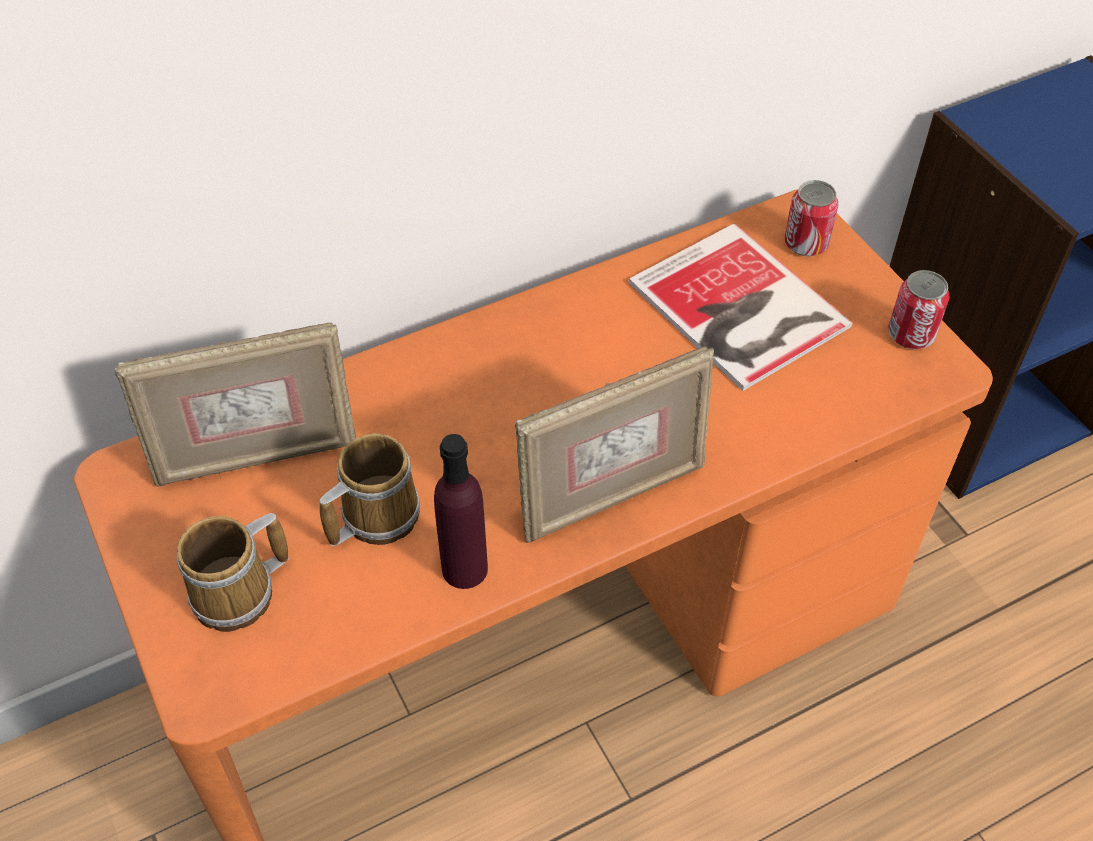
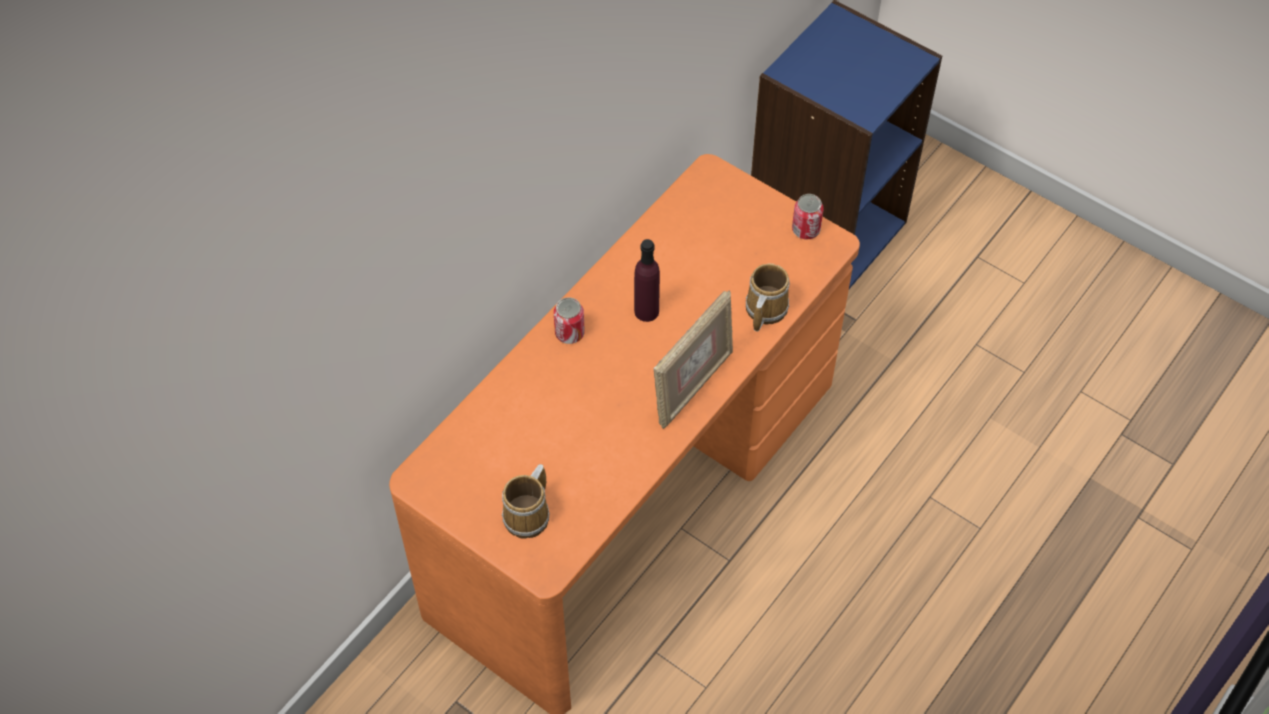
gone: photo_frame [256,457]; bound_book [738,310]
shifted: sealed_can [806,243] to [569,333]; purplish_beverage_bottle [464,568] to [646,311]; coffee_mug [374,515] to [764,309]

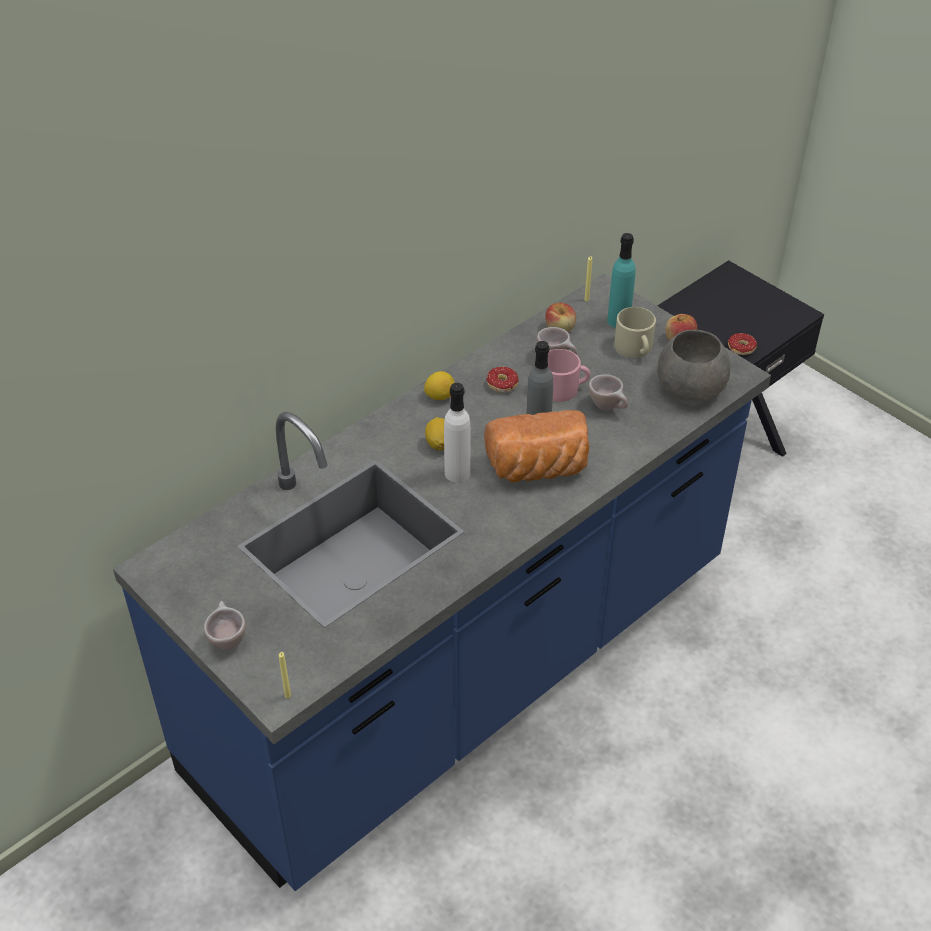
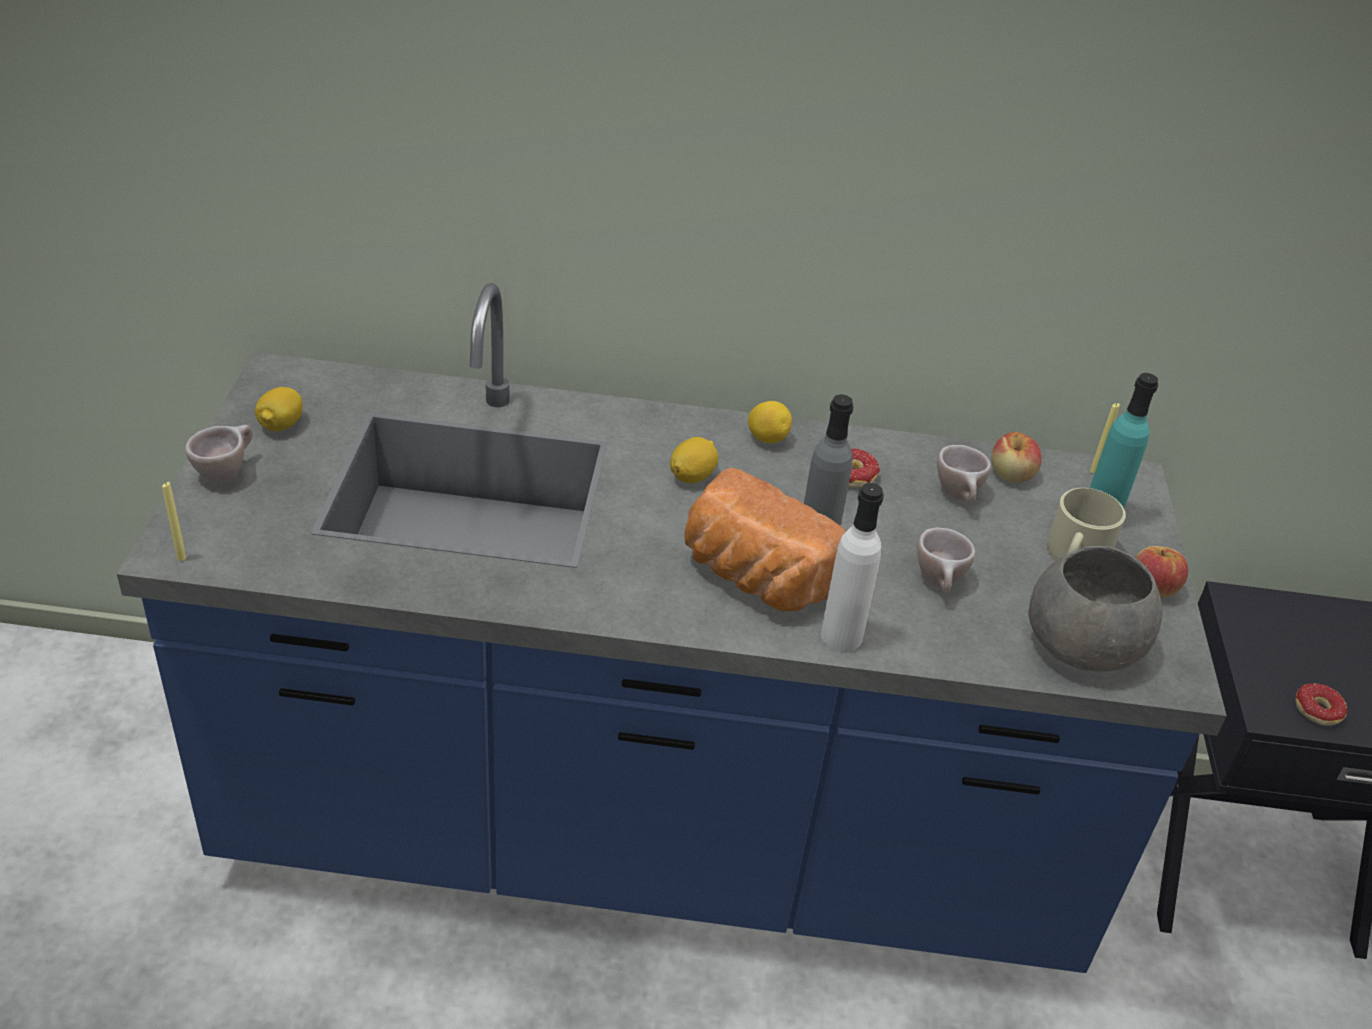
gone: pink-coloured_coffee_mug [564,388]
new: lemon [281,425]
shifted: white_beverage_bottle [457,473] to [841,636]

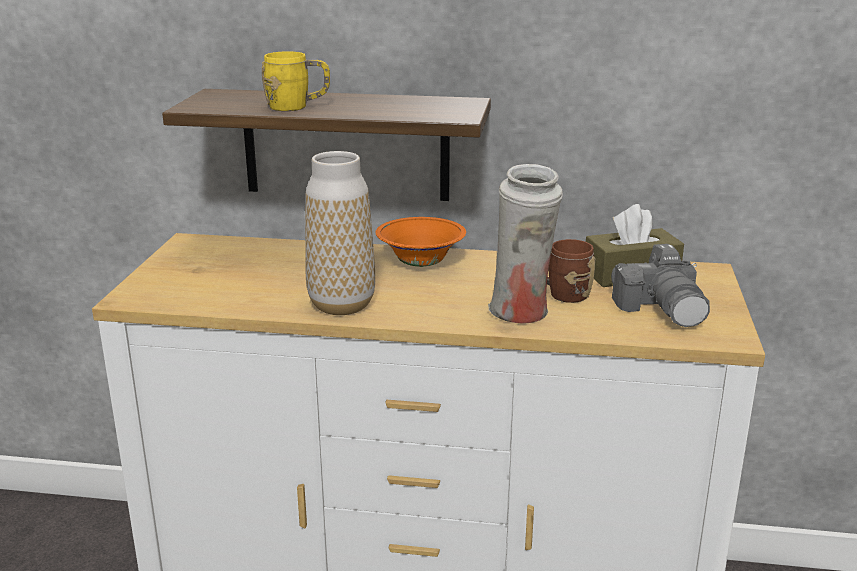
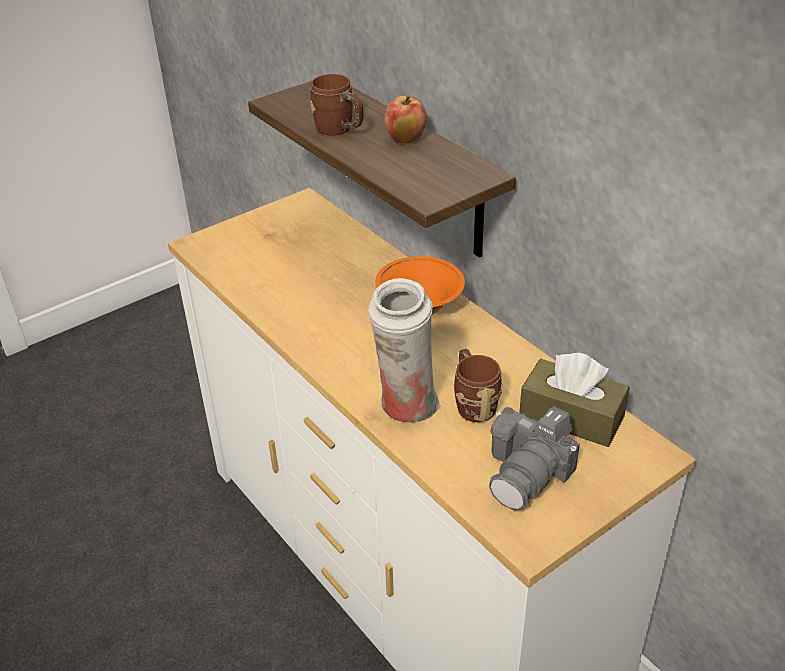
gone: vase [341,305]
new: whole_apple [405,139]
repainted: yellow-coloured_coffee_mug [297,107] to brown_coffee_mug [340,131]

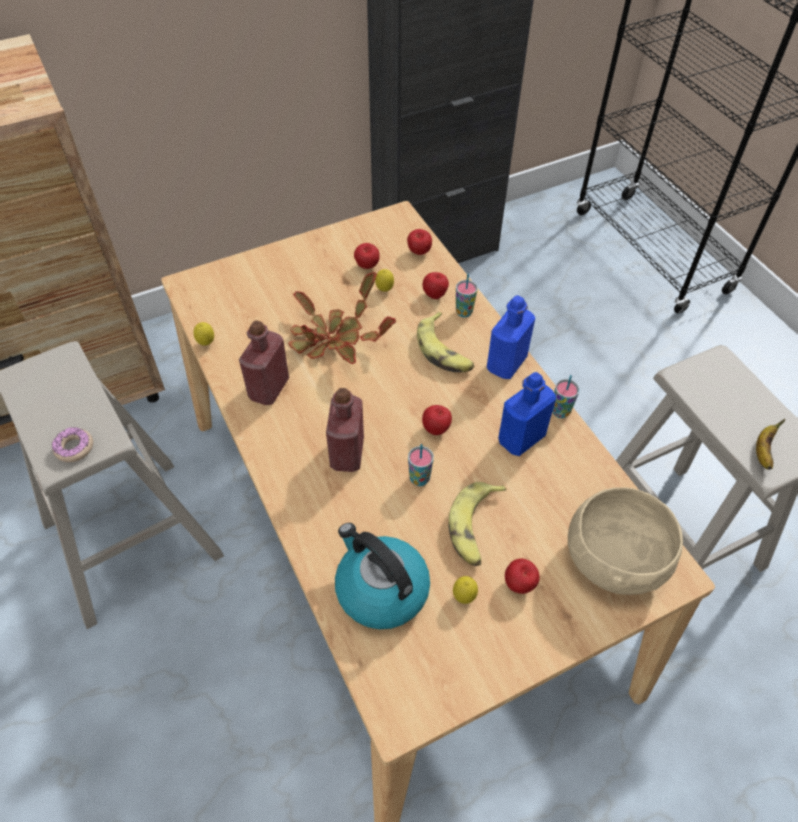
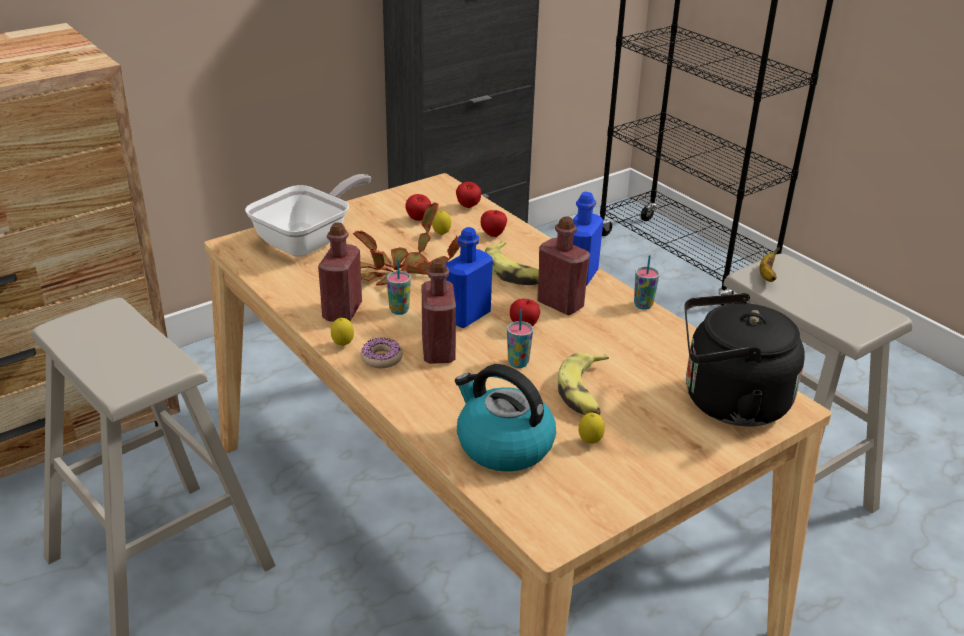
gone: whole_apple [519,585]
new: frying_pan [309,241]; red-coloured_beverage_bottle [560,304]
shifted: lemon [206,343] to [343,345]; donut [74,448] to [381,358]; small_cup [464,312] to [399,310]; blue-coloured_beverage_bottle [521,438] to [467,316]; banana [763,451] to [767,275]
swapped: sand-coloured_deep_dish [613,560] to black_tea_kettle [728,402]

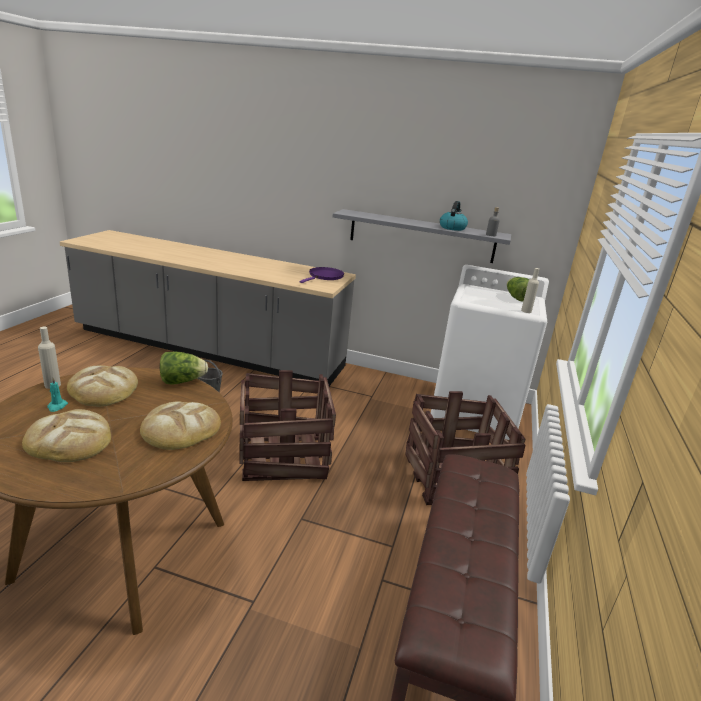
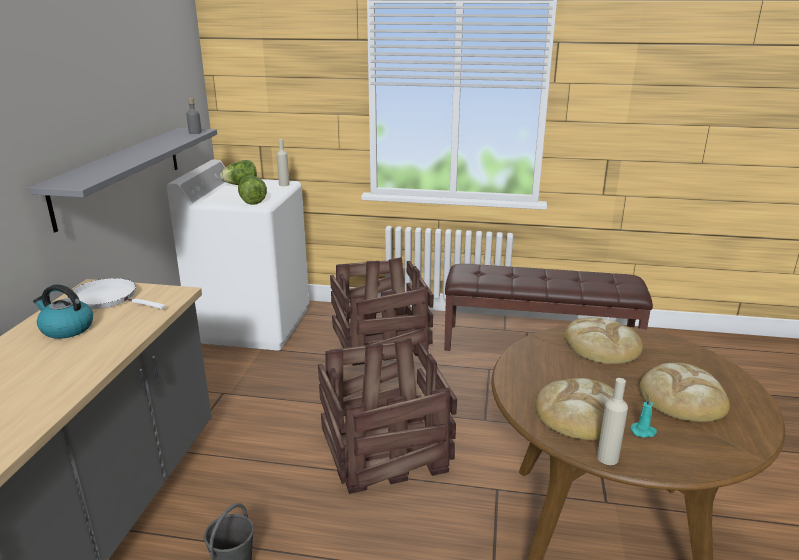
shifted: tea_kettle [452,228] to [66,329]; lettuce_head [182,381] to [252,201]
repainted: purplish_frying_pan [325,276] to white_frying_pan [108,298]

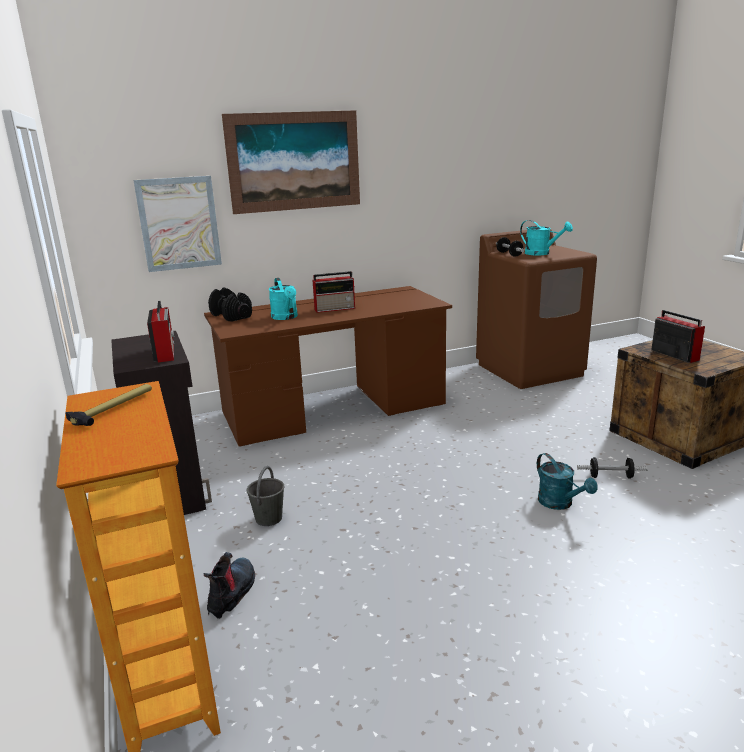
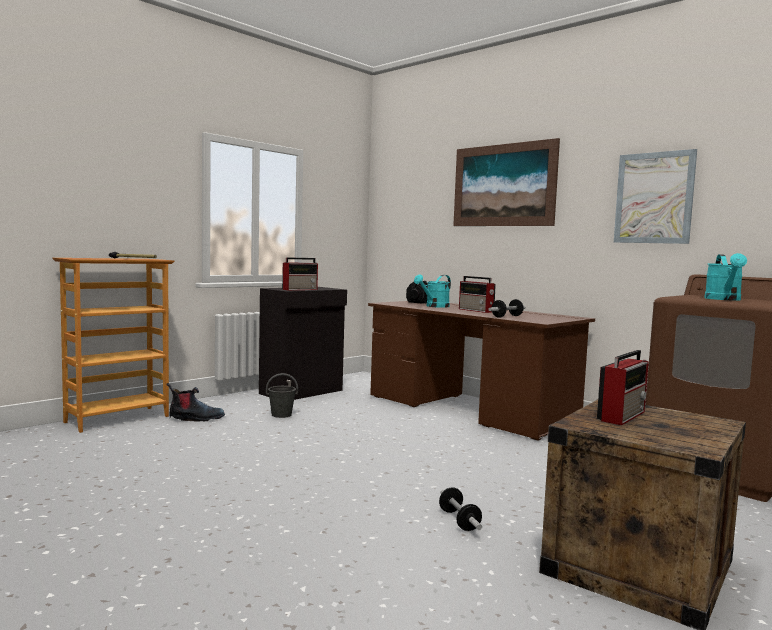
gone: turquoise-coloured_watering_can [560,503]
shifted: dumbbell [509,254] to [507,316]; picture [179,223] to [654,198]

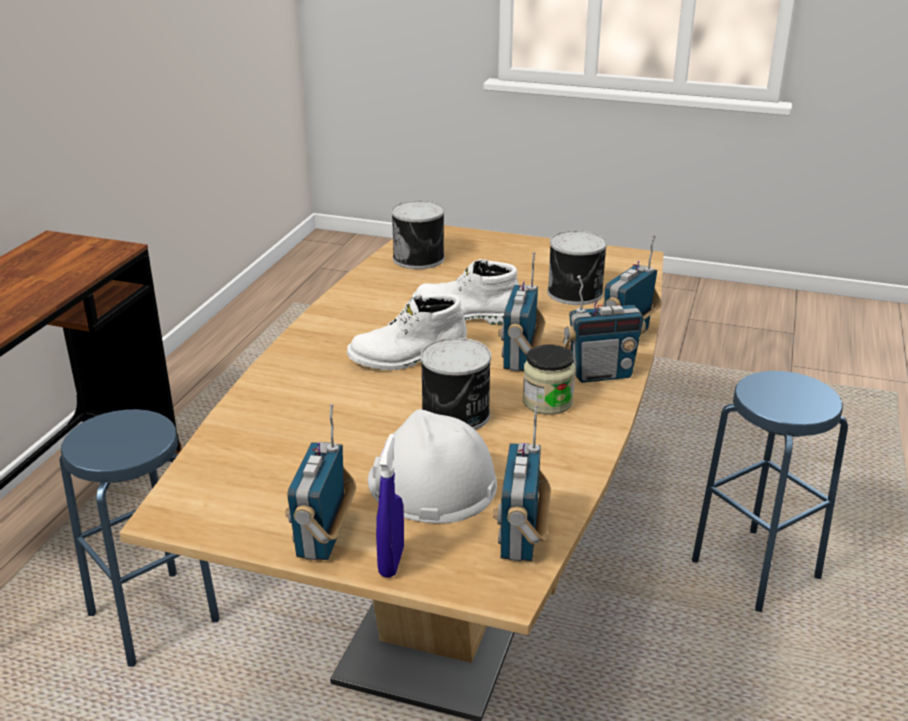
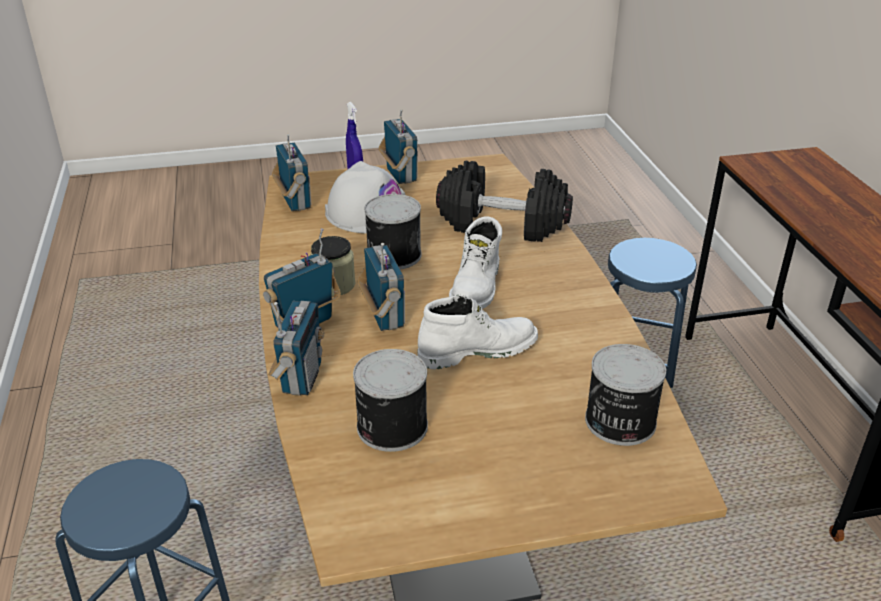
new: black_dumbbell [503,224]
rotated: white_high-top_boot [408,358] = [477,287] 150 degrees clockwise

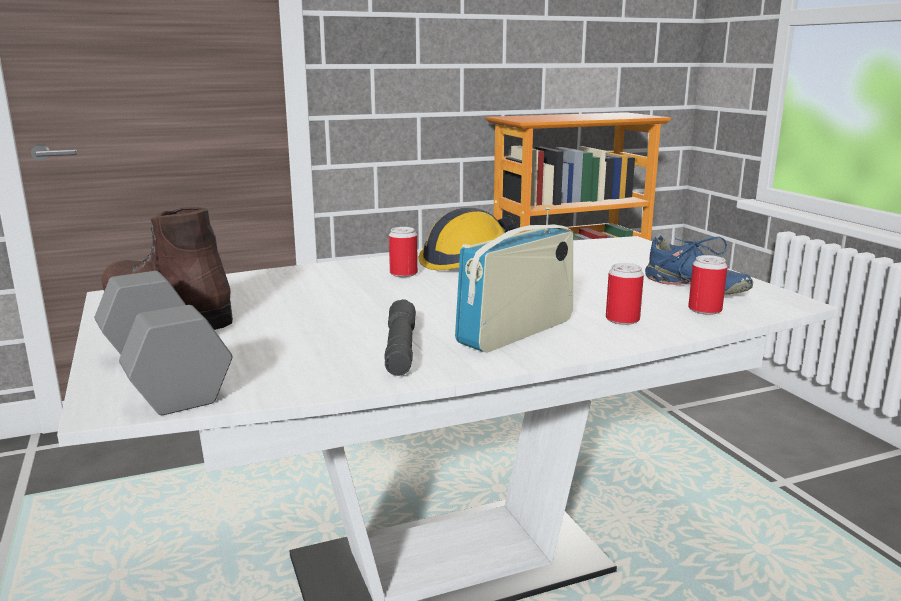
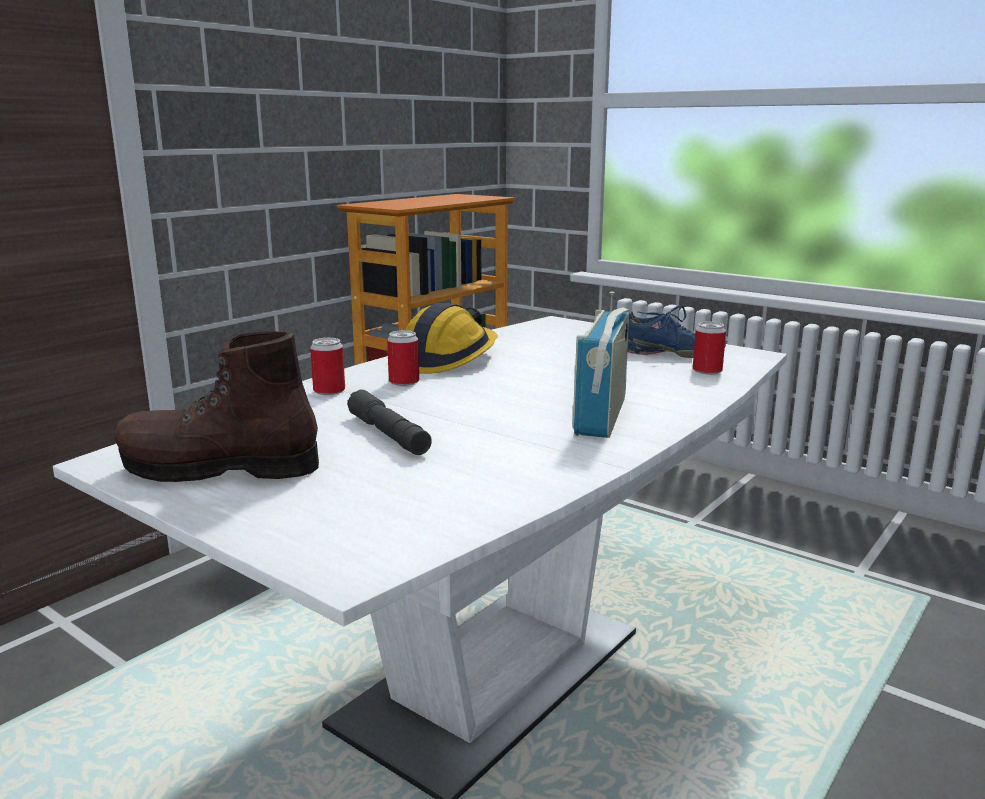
gone: gray_dumbbell [167,375]
shifted: sealed_can [622,319] to [329,391]; gray_torch [400,349] to [388,434]

